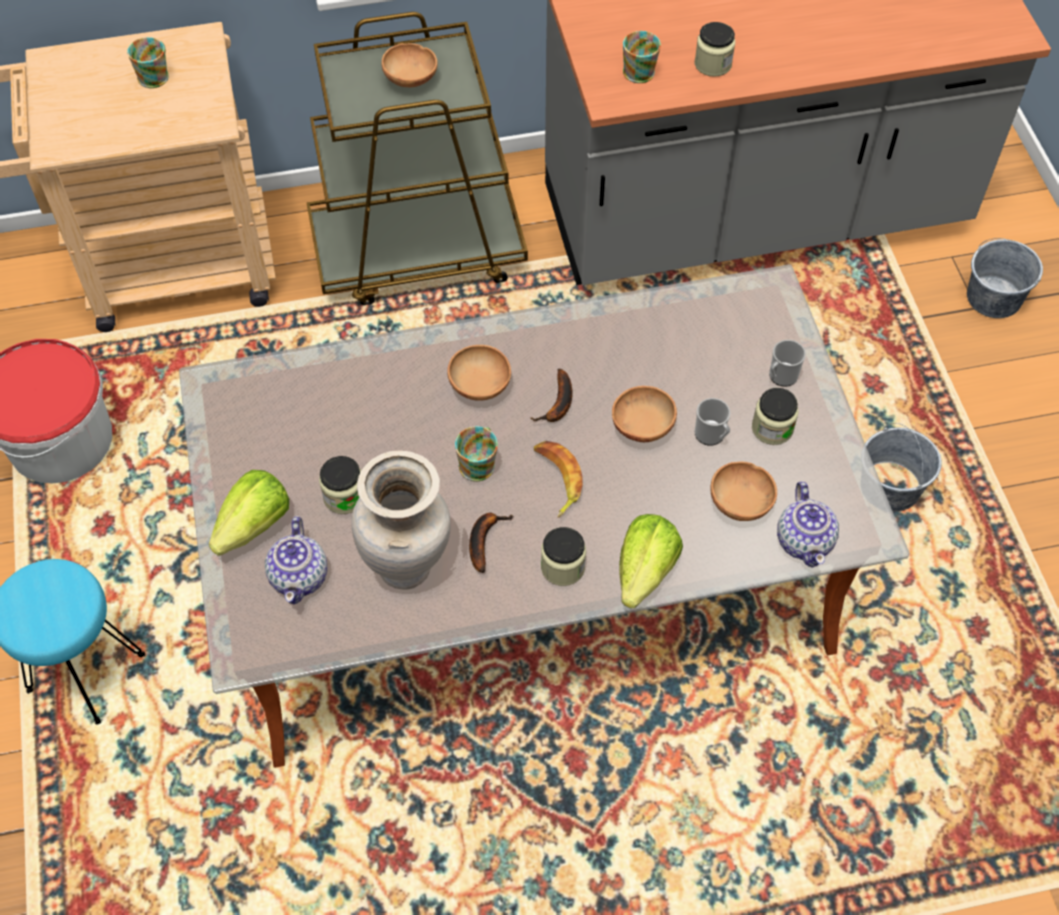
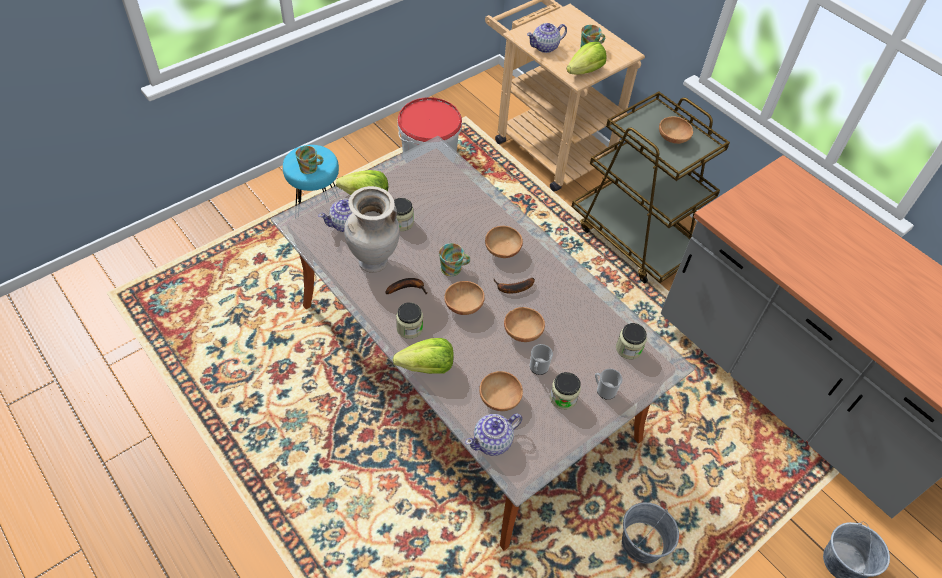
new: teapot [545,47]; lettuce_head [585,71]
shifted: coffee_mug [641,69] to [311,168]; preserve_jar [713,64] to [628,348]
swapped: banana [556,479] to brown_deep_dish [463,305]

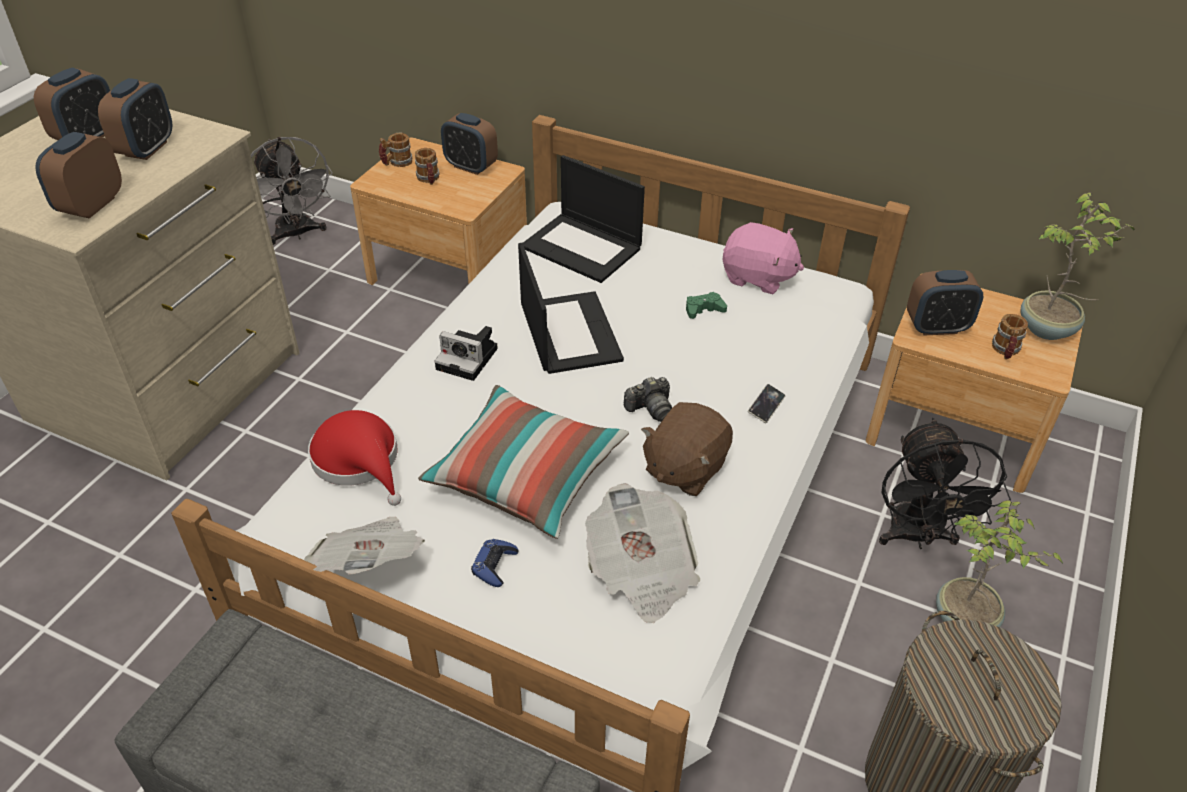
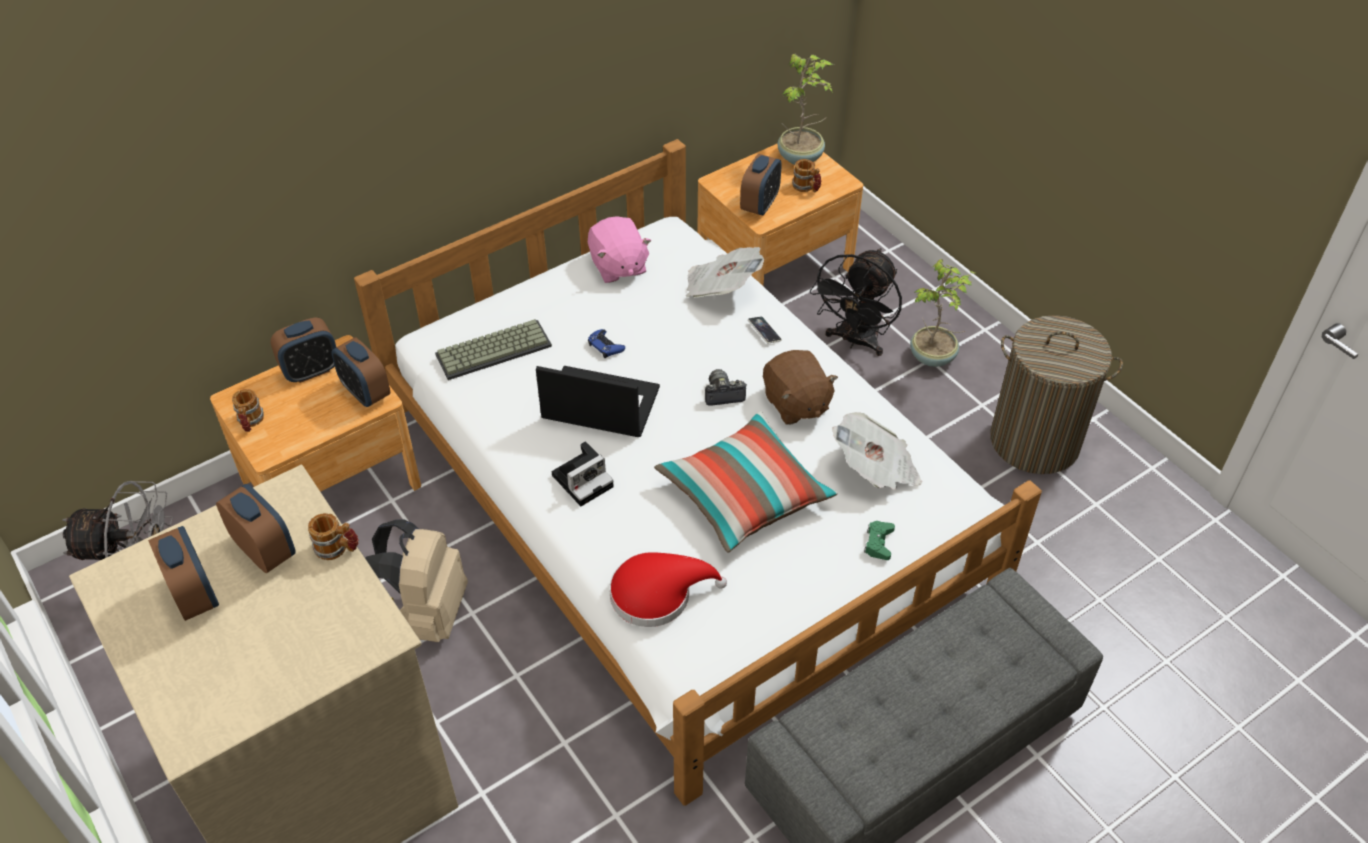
new: sand-coloured_rucksack [427,613]
shifted: coffee_mug [429,179] to [337,549]; table_clock [91,205] to [365,392]; blue-coloured_gamepad [494,565] to [605,346]; printed_paper [371,563] to [721,288]; greenish_gamepad [704,309] to [878,543]
swapped: notebook_computer [583,248] to computer_keyboard [494,349]
rotated: pink-coloured_plush_toy [758,278] = [618,267] 105 degrees clockwise; photo_camera [650,409] = [723,394] 105 degrees counterclockwise; black_cooling_fan [916,537] = [855,341] 90 degrees clockwise

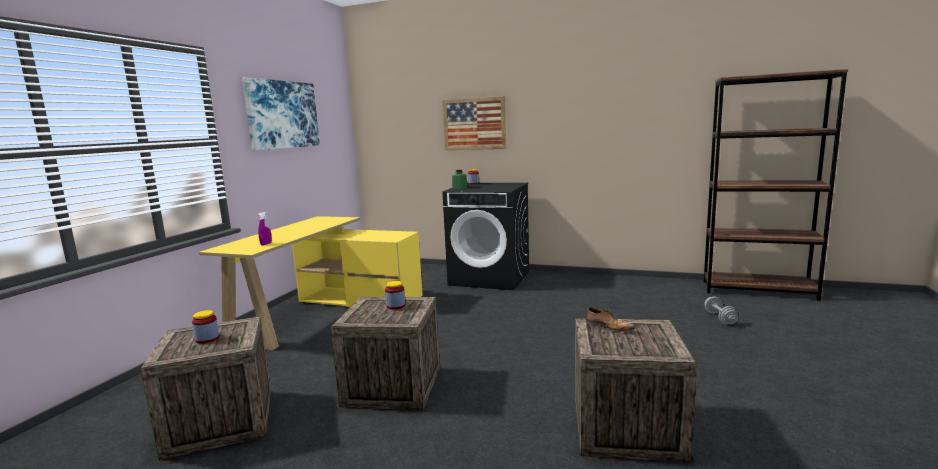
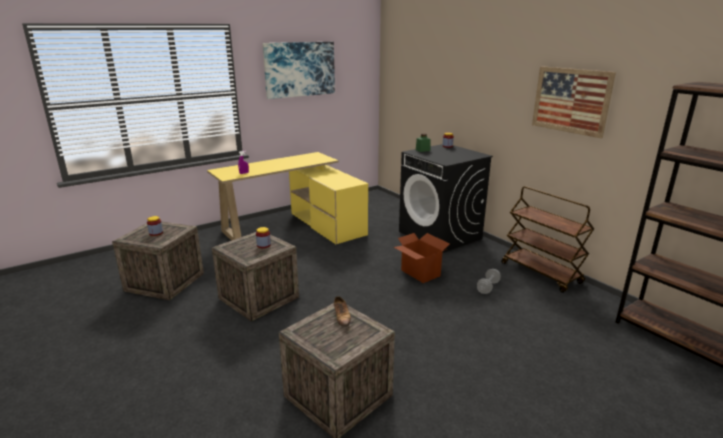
new: packing_box [420,273]; brown_trolley [541,273]
shifted: gray_dumbbell [720,318] to [488,287]; picture [474,124] to [571,100]

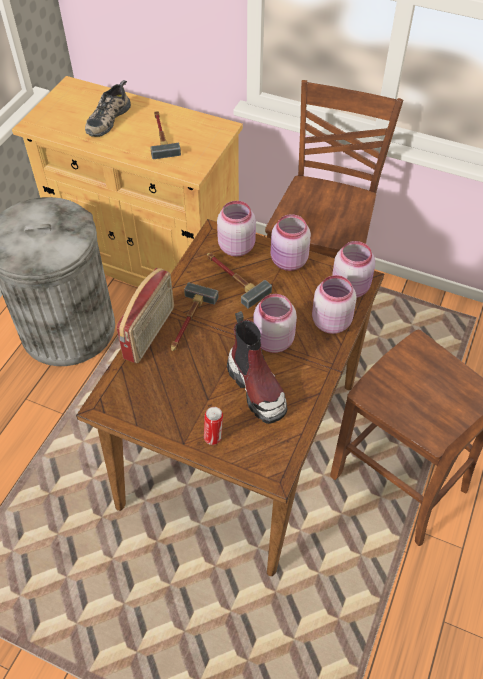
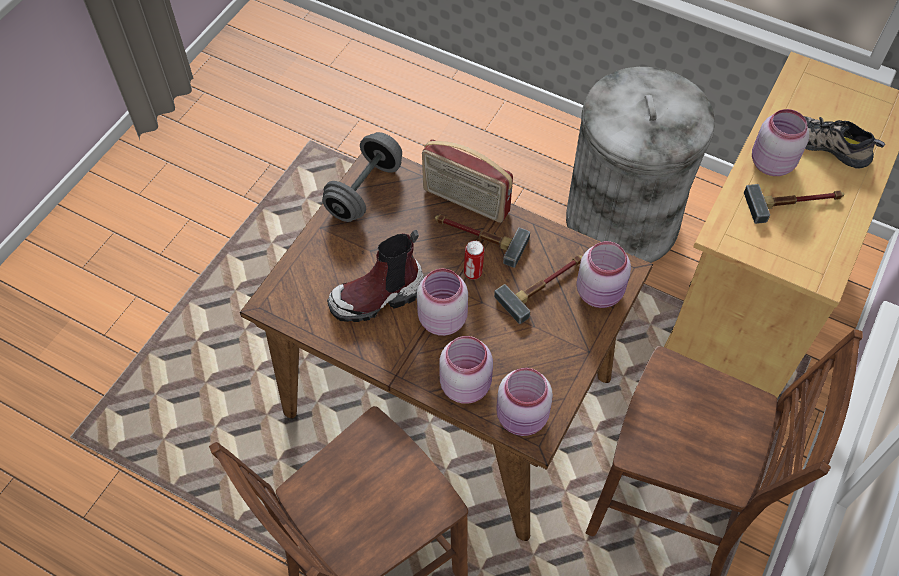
new: gray_dumbbell [364,191]
shifted: sealed_can [213,437] to [473,273]; pink-coloured_preserve_jar [288,262] to [770,163]

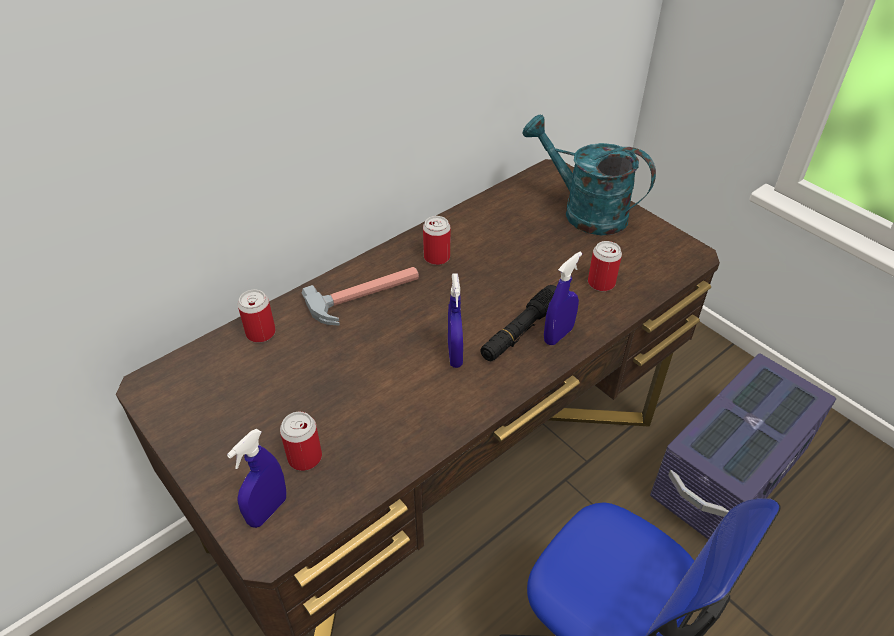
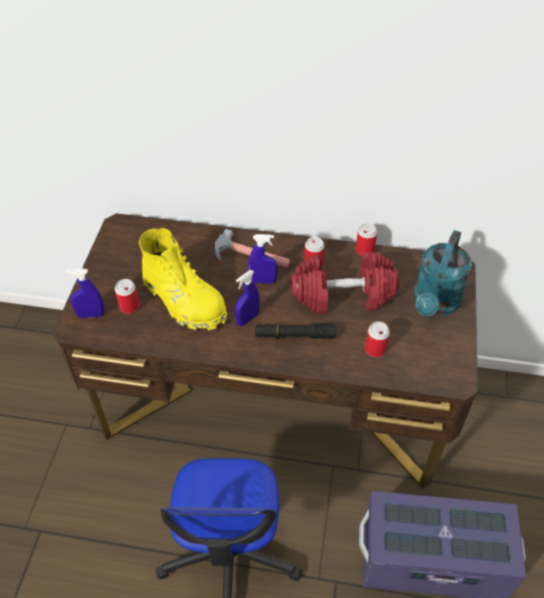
new: yellow-coloured_high-top_boot [184,301]; red-coloured_dumbbell [342,296]
shifted: blue-coloured_spray_bottle [558,335] to [263,281]; sealed_can [261,333] to [364,250]
rotated: turquoise-coloured_watering_can [584,211] = [434,304] 150 degrees counterclockwise

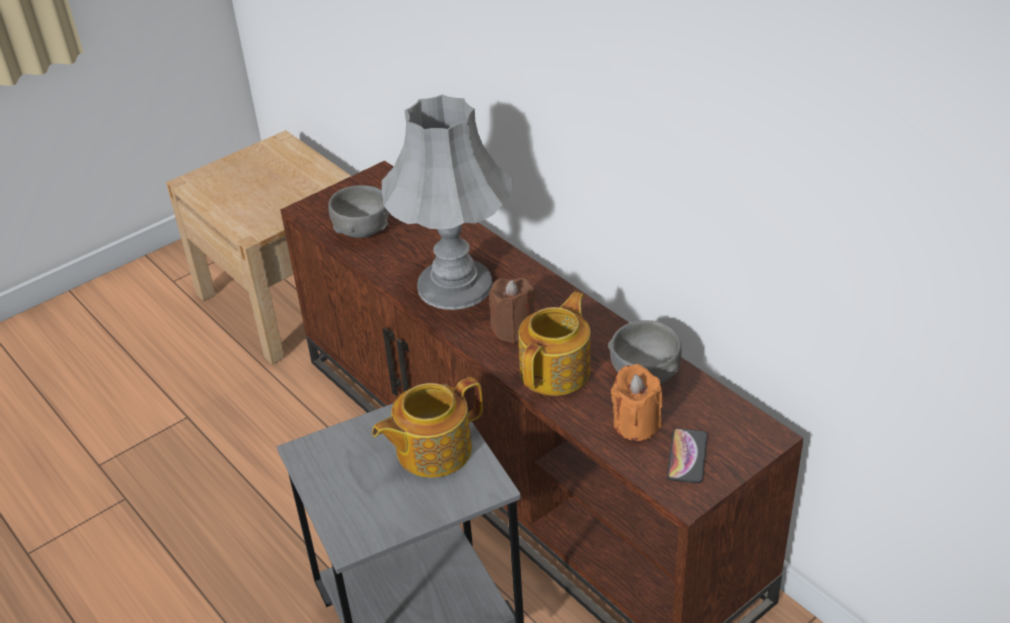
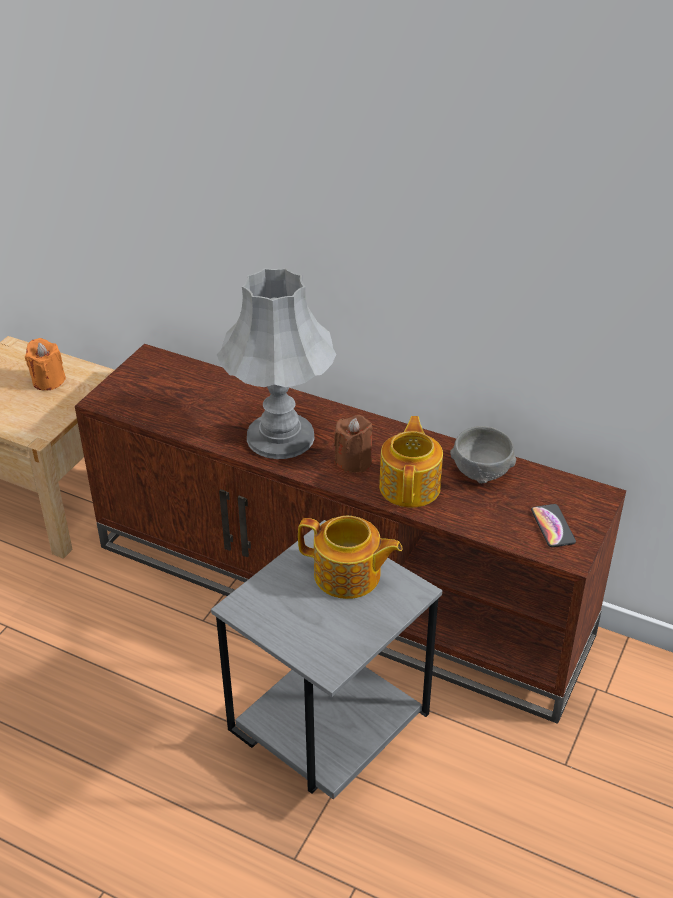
gone: gray_deep_dish [362,230]
shifted: orangey_candle [636,424] to [48,381]
rotated: teapot [432,450] = [348,576] 105 degrees counterclockwise

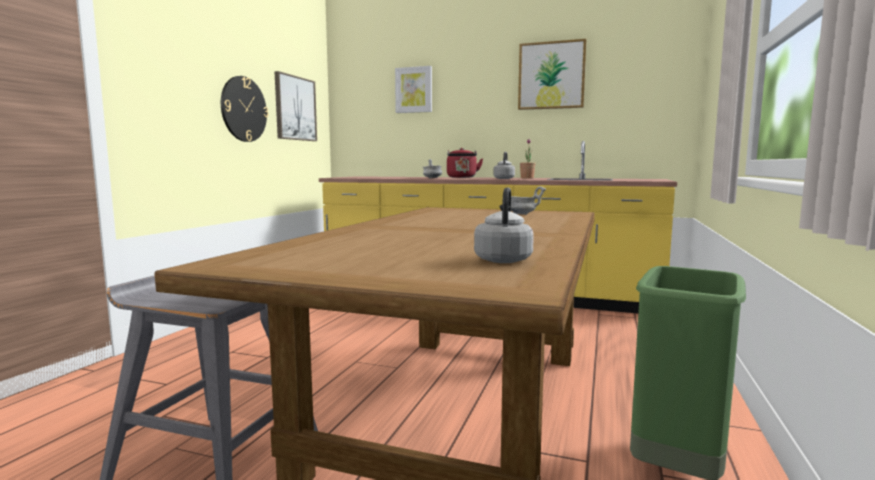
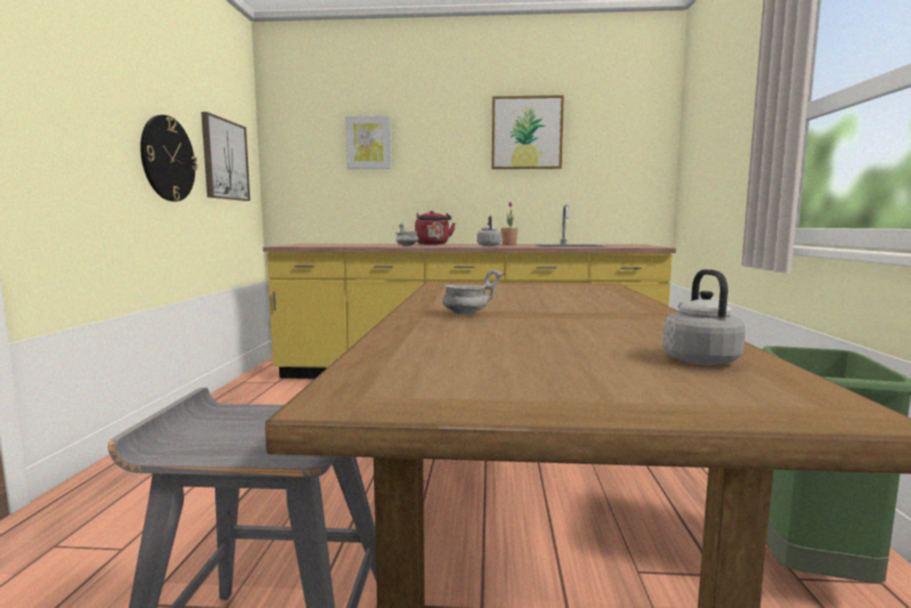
shifted: gray_deep_dish [522,214] to [467,314]

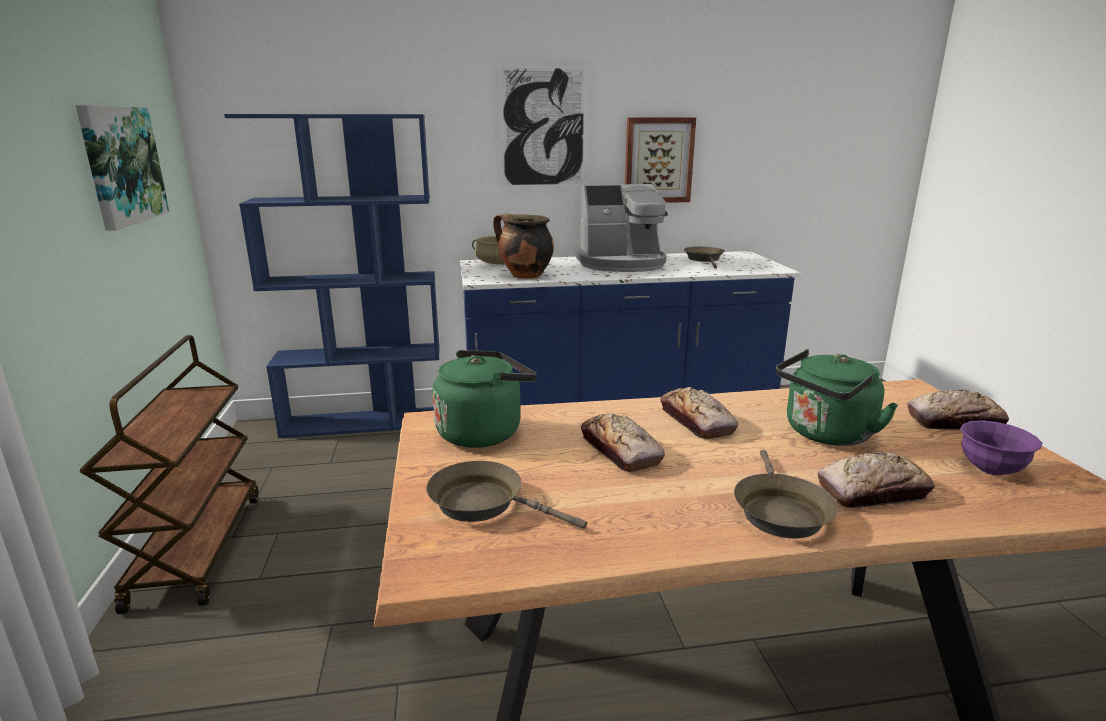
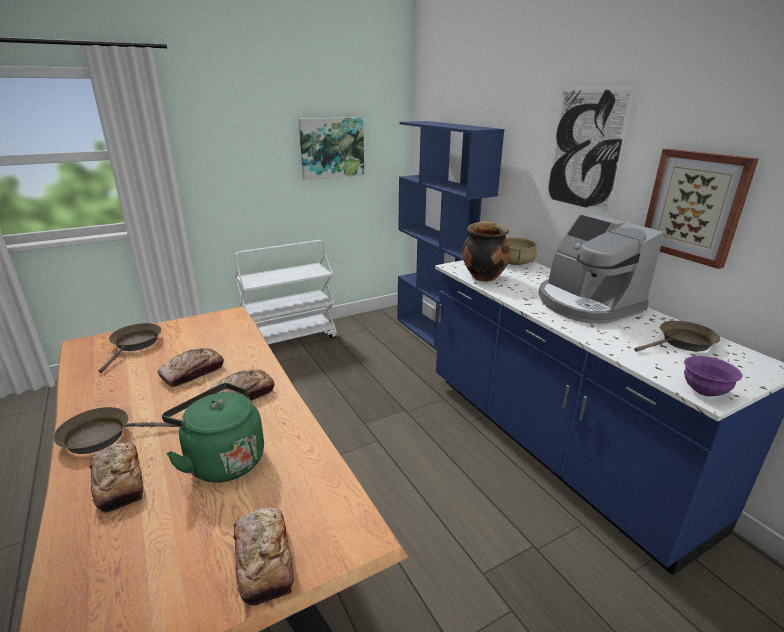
gone: greenish_tea_kettle [483,432]
shifted: purplish_deep_dish [991,469] to [704,391]
repainted: brown_trolley [197,548] to white_trolley [290,339]

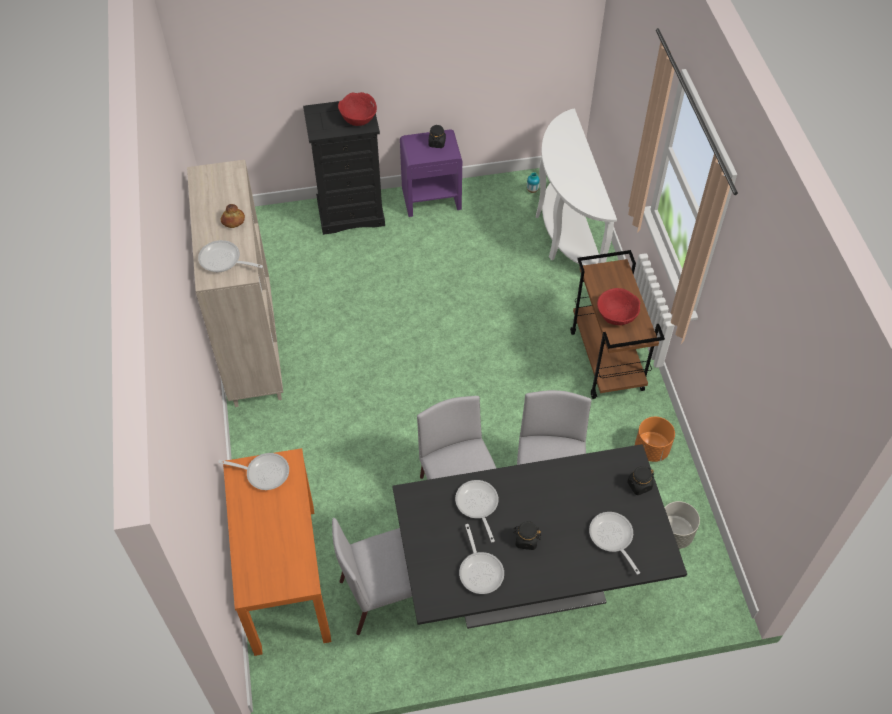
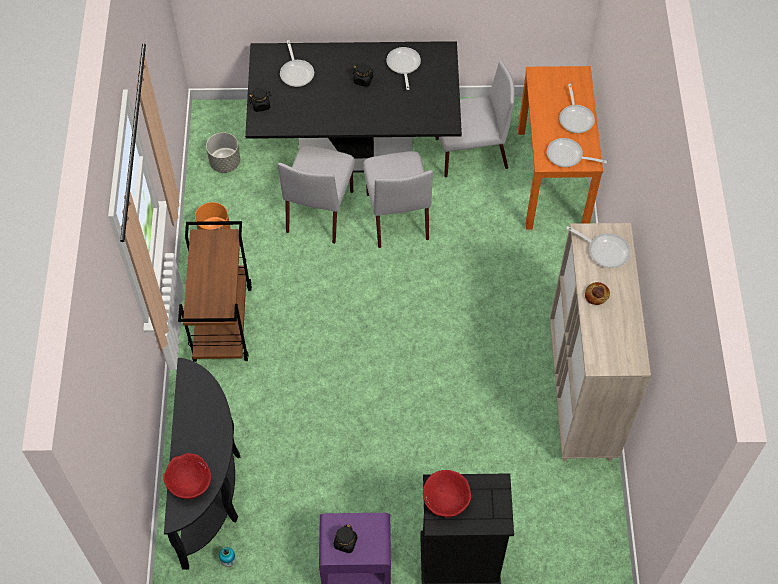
shifted: red-coloured_deep_dish [616,315] to [190,482]; frying_pan [477,505] to [576,118]
repainted: white_console_table [564,233] to black_console_table [211,488]

